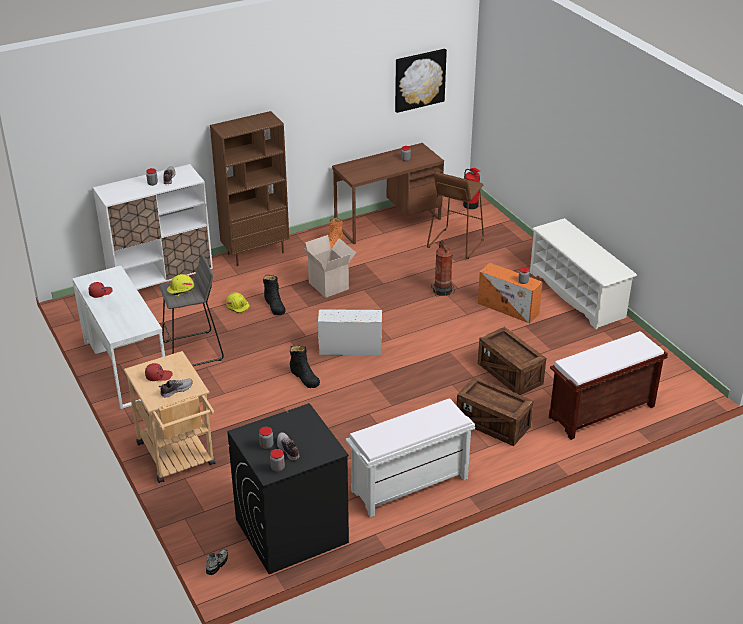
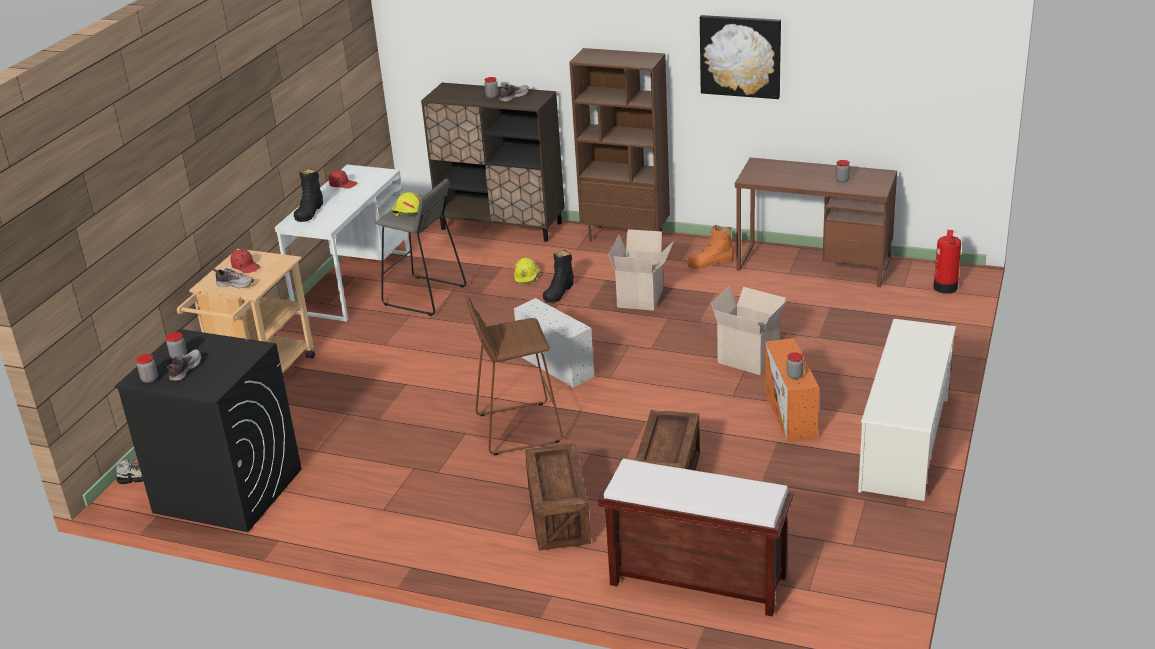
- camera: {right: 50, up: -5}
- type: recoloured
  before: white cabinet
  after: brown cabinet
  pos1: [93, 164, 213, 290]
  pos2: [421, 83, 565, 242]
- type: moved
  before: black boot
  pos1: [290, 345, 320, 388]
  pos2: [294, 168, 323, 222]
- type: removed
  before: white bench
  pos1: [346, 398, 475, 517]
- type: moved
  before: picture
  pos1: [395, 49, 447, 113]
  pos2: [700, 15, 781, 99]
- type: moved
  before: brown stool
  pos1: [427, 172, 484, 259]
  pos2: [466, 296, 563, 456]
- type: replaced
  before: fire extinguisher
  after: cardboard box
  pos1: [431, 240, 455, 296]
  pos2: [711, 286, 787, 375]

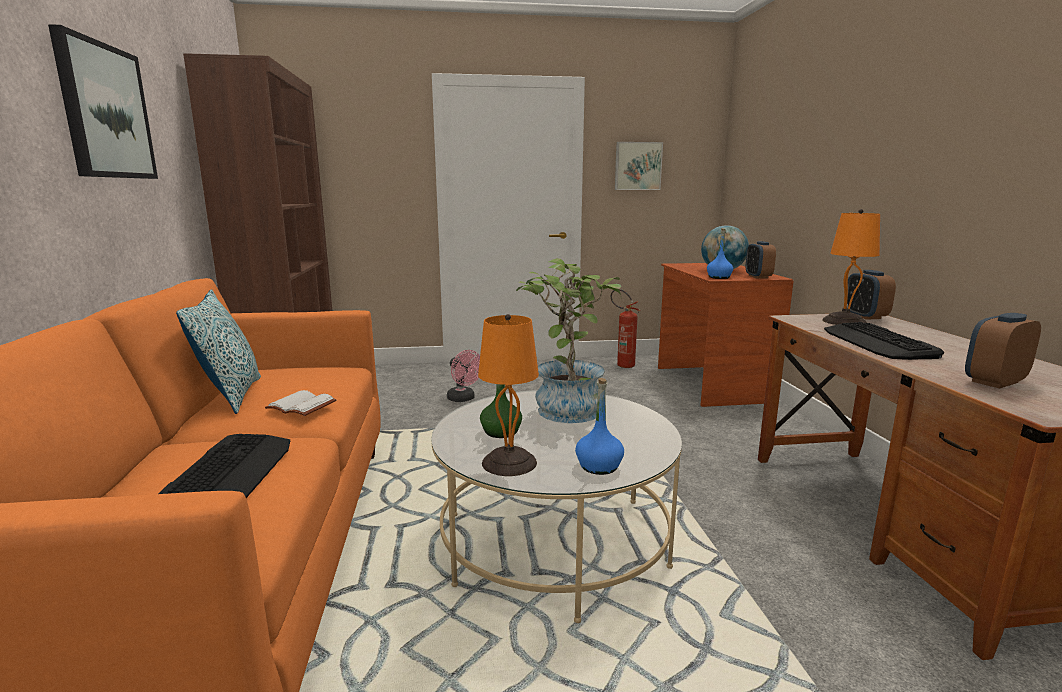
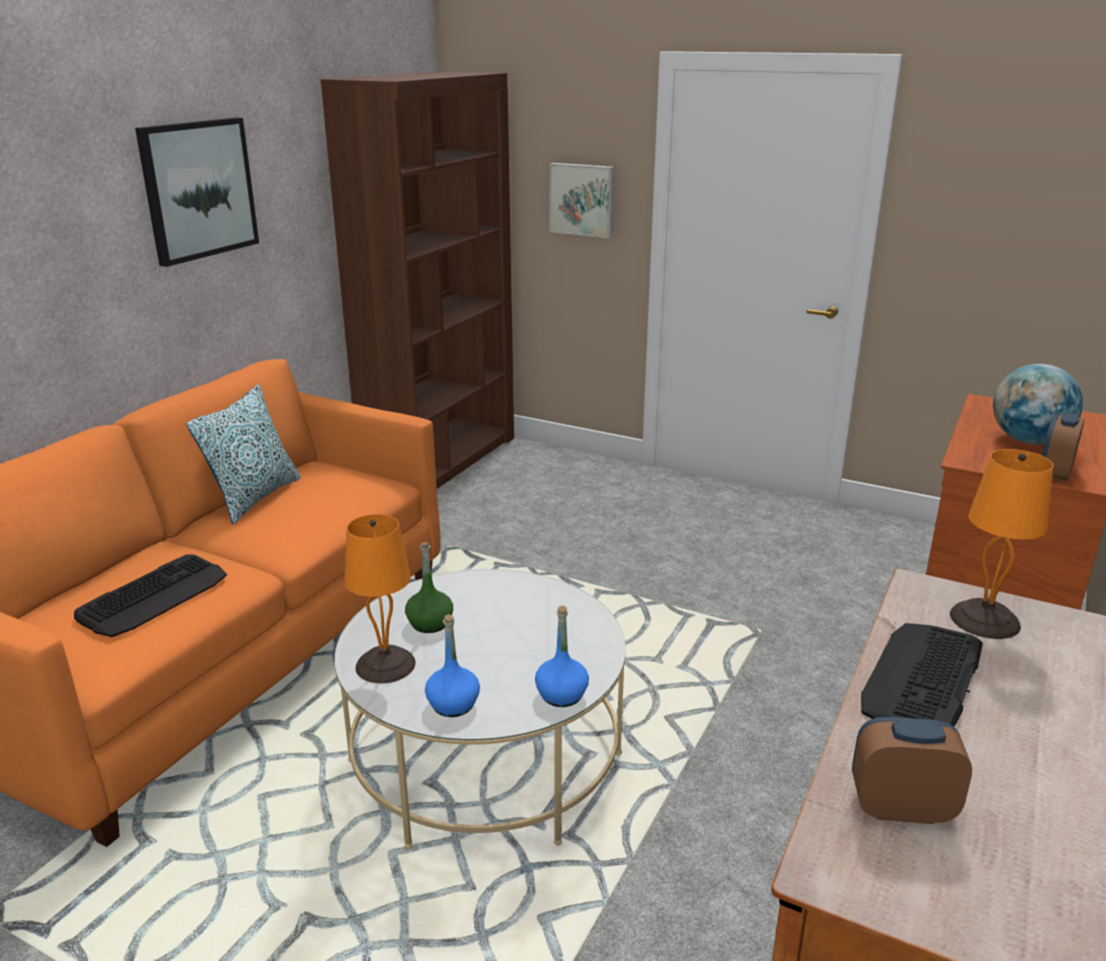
- camera: {right: 35, up: 10}
- type: removed
  before: white book
  pos1: [265, 390, 337, 416]
- type: removed
  before: pink fan
  pos1: [447, 350, 480, 402]
- type: removed
  before: potted plant
  pos1: [516, 258, 622, 423]
- type: removed
  before: fire extinguisher
  pos1: [611, 289, 640, 368]
- type: moved
  before: picture
  pos1: [615, 142, 663, 190]
  pos2: [549, 163, 615, 238]
- type: moved
  before: blue bottle
  pos1: [707, 228, 733, 279]
  pos2: [535, 606, 589, 707]
- type: removed
  before: alarm clock
  pos1: [847, 270, 896, 320]

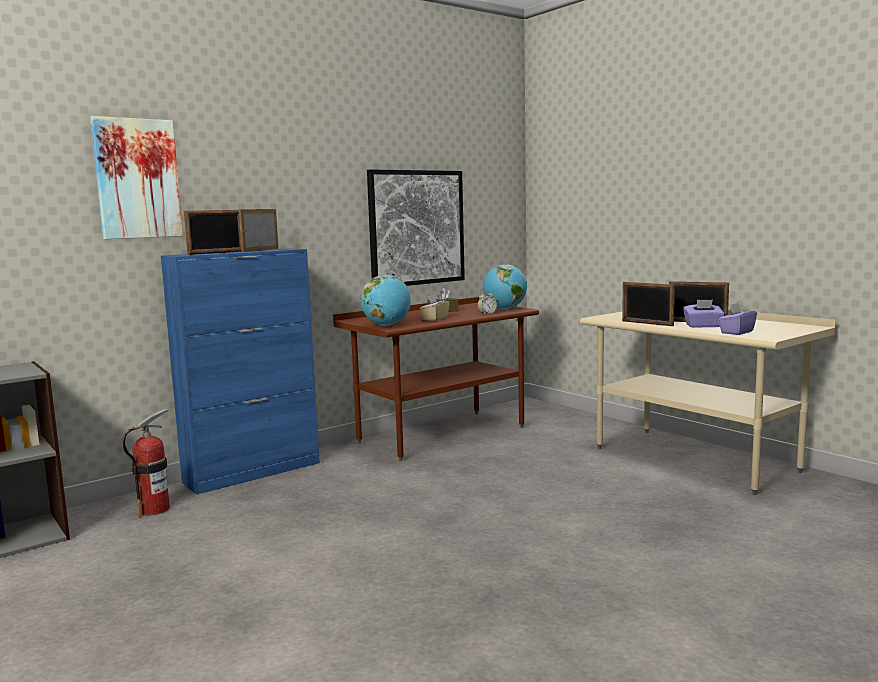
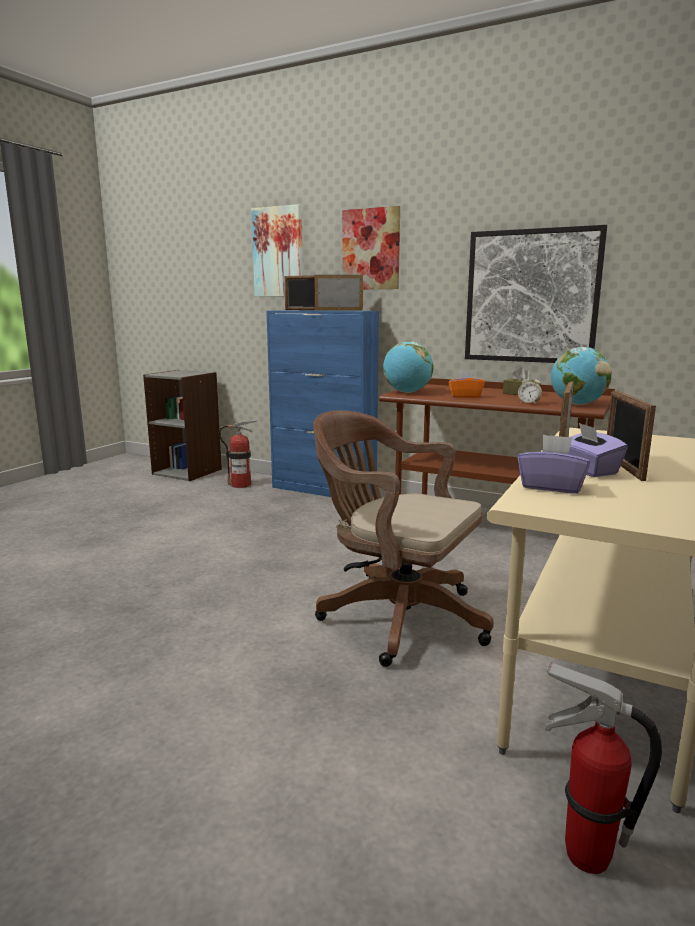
- camera: {right: 65, up: 5}
- type: recoloured
  before: beige tissue box
  after: orange tissue box
  pos1: [419, 294, 449, 321]
  pos2: [449, 370, 485, 398]
- type: added
  after: brown office chair
  pos2: [313, 410, 494, 667]
- type: added
  after: picture
  pos2: [342, 206, 400, 289]
- type: added
  after: fire extinguisher
  pos2: [545, 662, 662, 874]

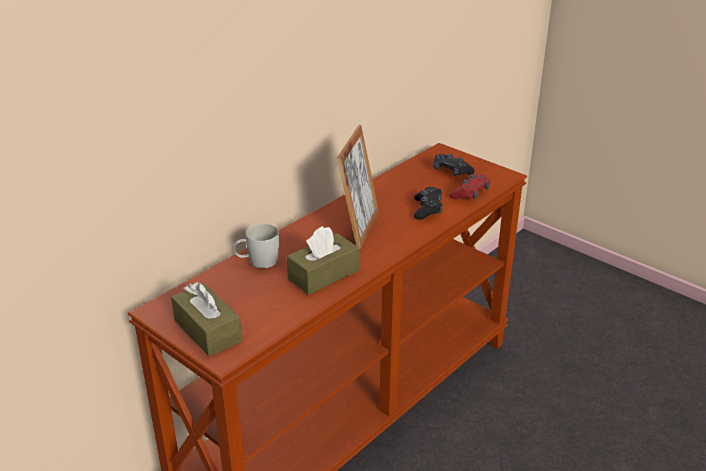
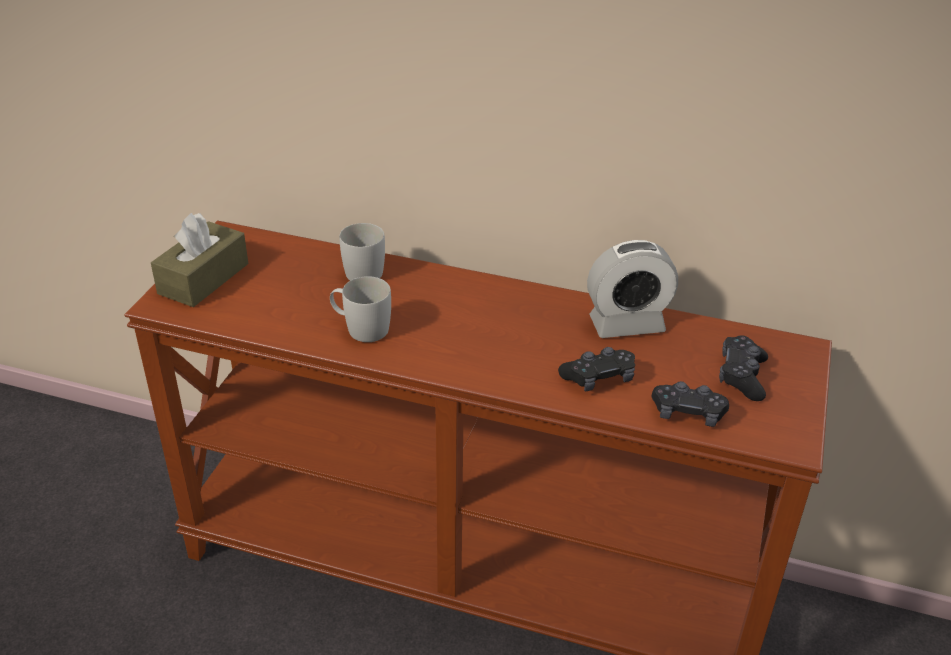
- camera: {right: 65, up: 5}
- type: replaced
  before: brown tissue box
  after: white mug
  pos1: [287, 226, 359, 295]
  pos2: [330, 276, 391, 342]
- type: removed
  before: picture frame
  pos1: [337, 125, 379, 250]
- type: recoloured
  before: red game controller
  after: black game controller
  pos1: [450, 174, 490, 200]
  pos2: [652, 381, 729, 427]
- type: added
  after: alarm clock
  pos2: [587, 240, 678, 338]

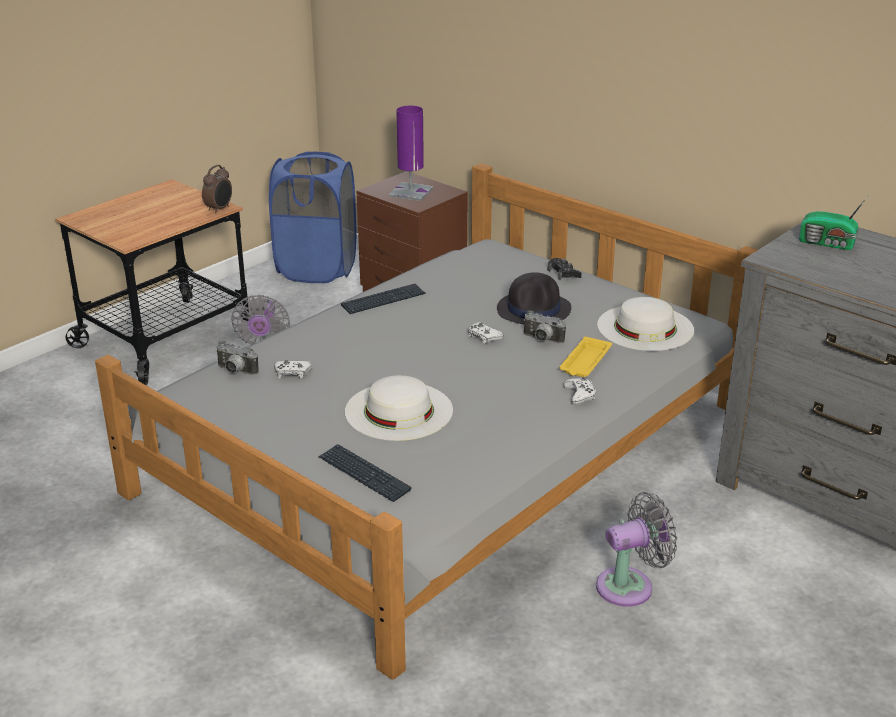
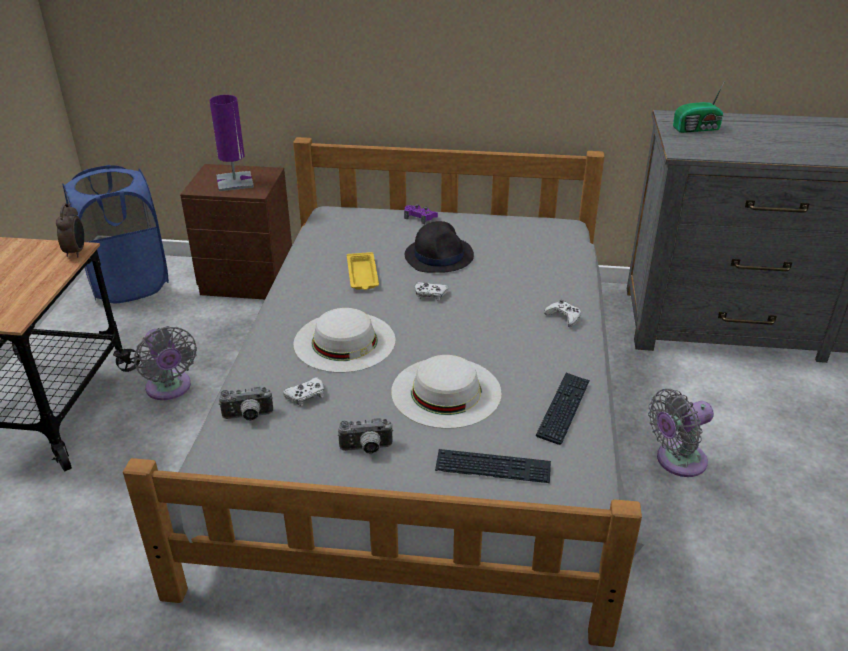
- camera: {right: -35, up: 5}
- type: moved
  before: keyboard
  pos1: [341, 284, 425, 314]
  pos2: [536, 373, 590, 445]
- type: moved
  before: photo camera
  pos1: [523, 310, 566, 344]
  pos2: [338, 418, 393, 454]
- type: recoloured
  before: black game controller
  after: purple game controller
  pos1: [548, 258, 581, 280]
  pos2: [404, 204, 438, 224]
- type: moved
  before: yellow tray
  pos1: [559, 337, 612, 377]
  pos2: [347, 252, 379, 290]
- type: turned
  before: grey fan
  pos1: [596, 492, 677, 607]
  pos2: [648, 389, 714, 477]
  turn: -150
- type: moved
  before: white hat
  pos1: [597, 297, 694, 351]
  pos2: [294, 308, 396, 373]

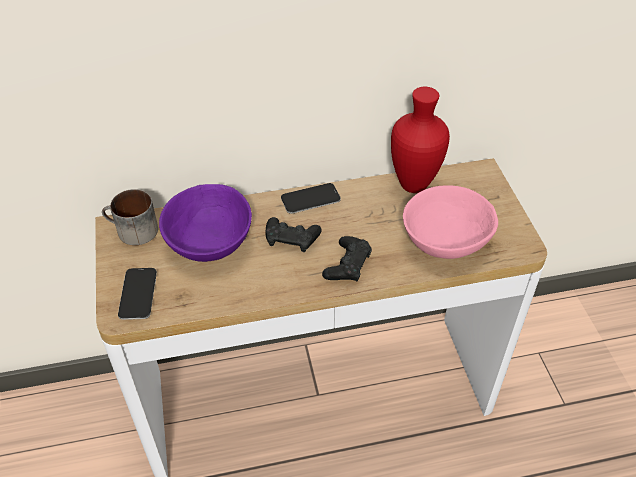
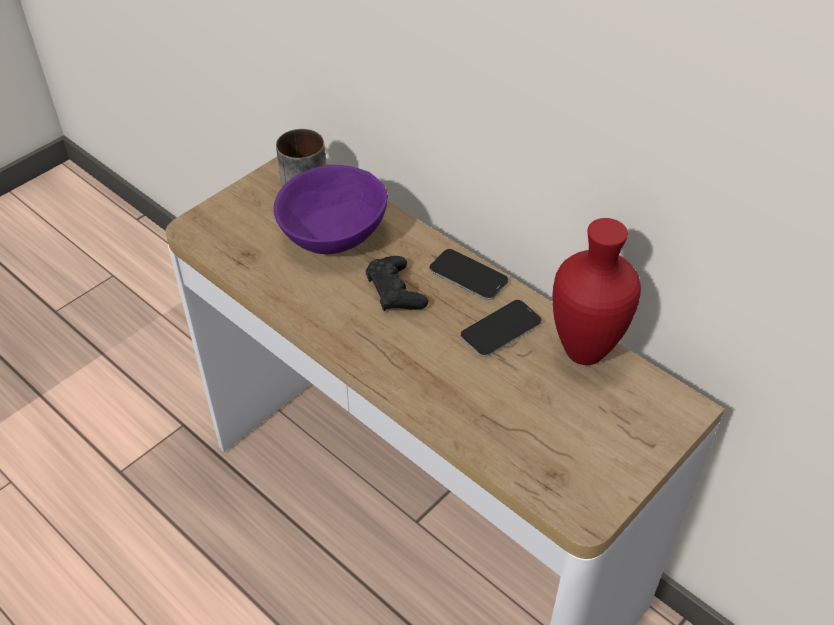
- camera: {right: 55, up: 0}
- type: moved
  before: phone
  pos1: [118, 268, 157, 320]
  pos2: [460, 300, 542, 357]
- type: removed
  before: black game controller
  pos1: [322, 236, 372, 282]
- type: removed
  before: pink bowl
  pos1: [403, 185, 498, 259]

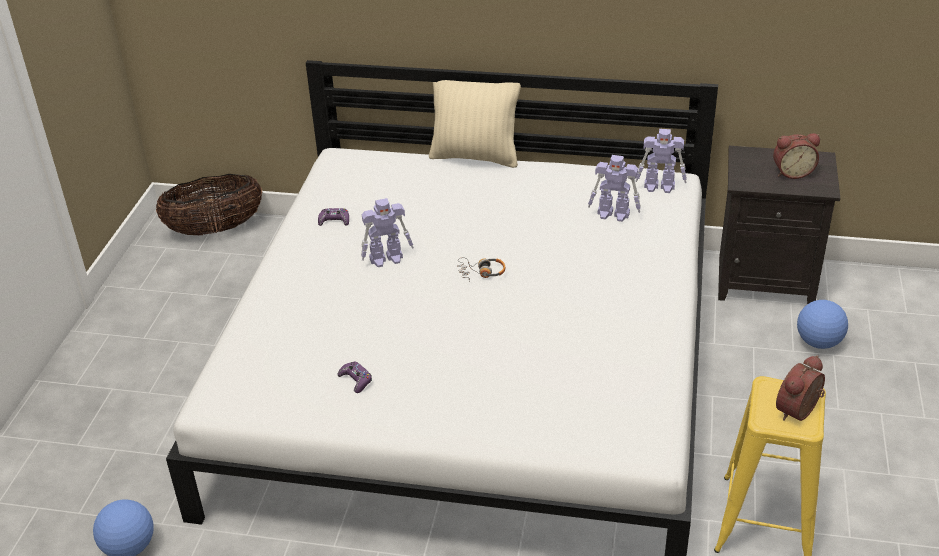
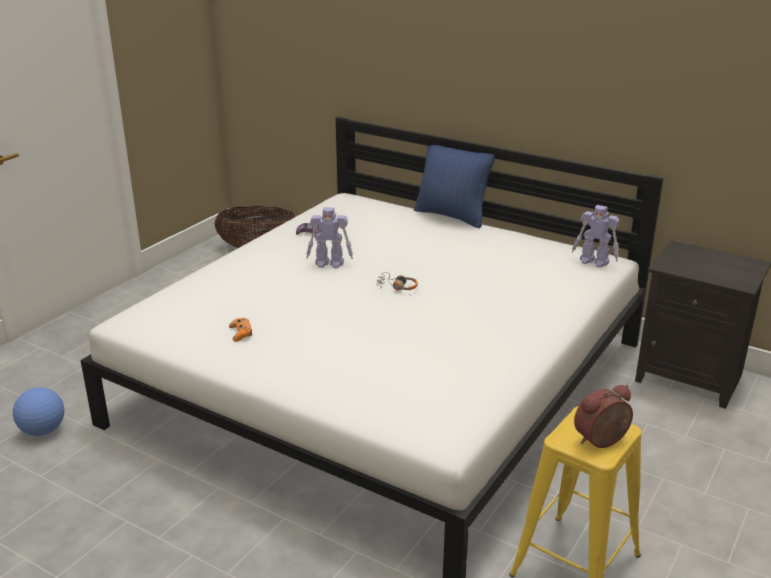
- camera: {right: 20, up: -10}
- type: recoloured
  before: purple game controller
  after: orange game controller
  pos1: [338, 362, 372, 393]
  pos2: [229, 318, 252, 342]
- type: recoloured
  before: beige pillow
  after: blue pillow
  pos1: [429, 80, 521, 168]
  pos2: [414, 145, 495, 228]
- type: removed
  before: toy robot
  pos1: [588, 155, 641, 222]
- type: removed
  before: alarm clock
  pos1: [773, 133, 820, 179]
- type: removed
  before: football
  pos1: [797, 300, 848, 349]

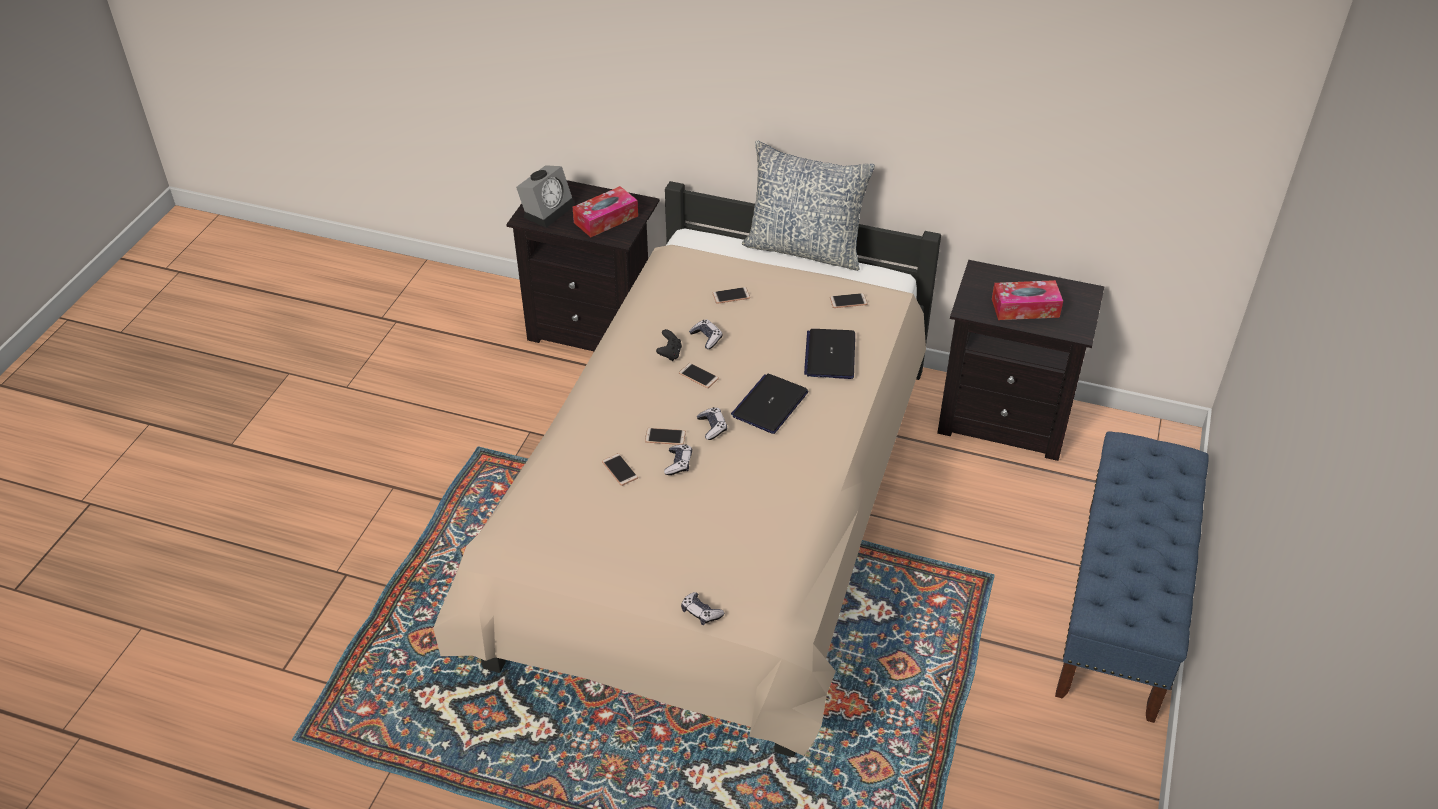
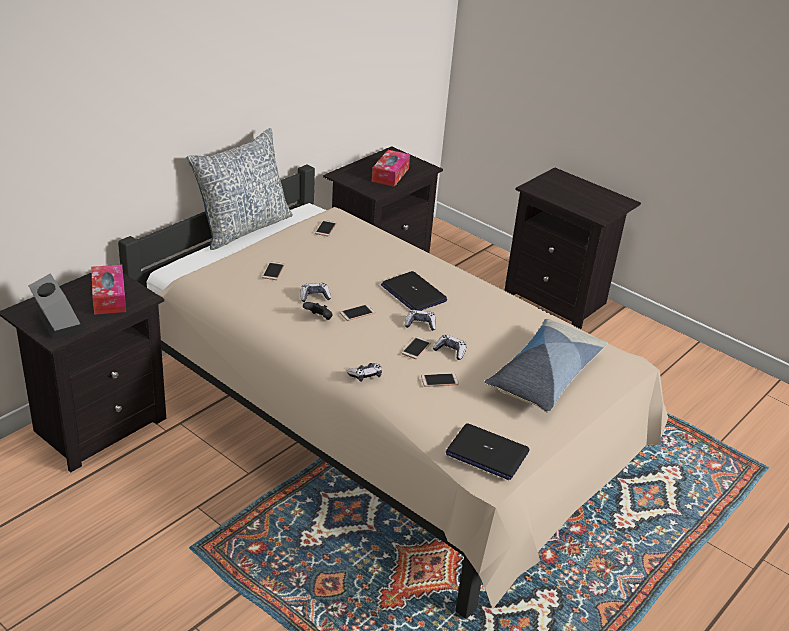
- camera: {right: -70, up: -10}
- type: moved
  before: game controller
  pos1: [681, 592, 724, 625]
  pos2: [347, 363, 382, 382]
- type: moved
  before: laptop
  pos1: [804, 329, 855, 379]
  pos2: [446, 423, 530, 480]
- type: replaced
  before: blue bench
  after: black nightstand
  pos1: [1055, 431, 1209, 723]
  pos2: [504, 167, 641, 329]
- type: added
  after: pillow
  pos2: [484, 319, 608, 412]

